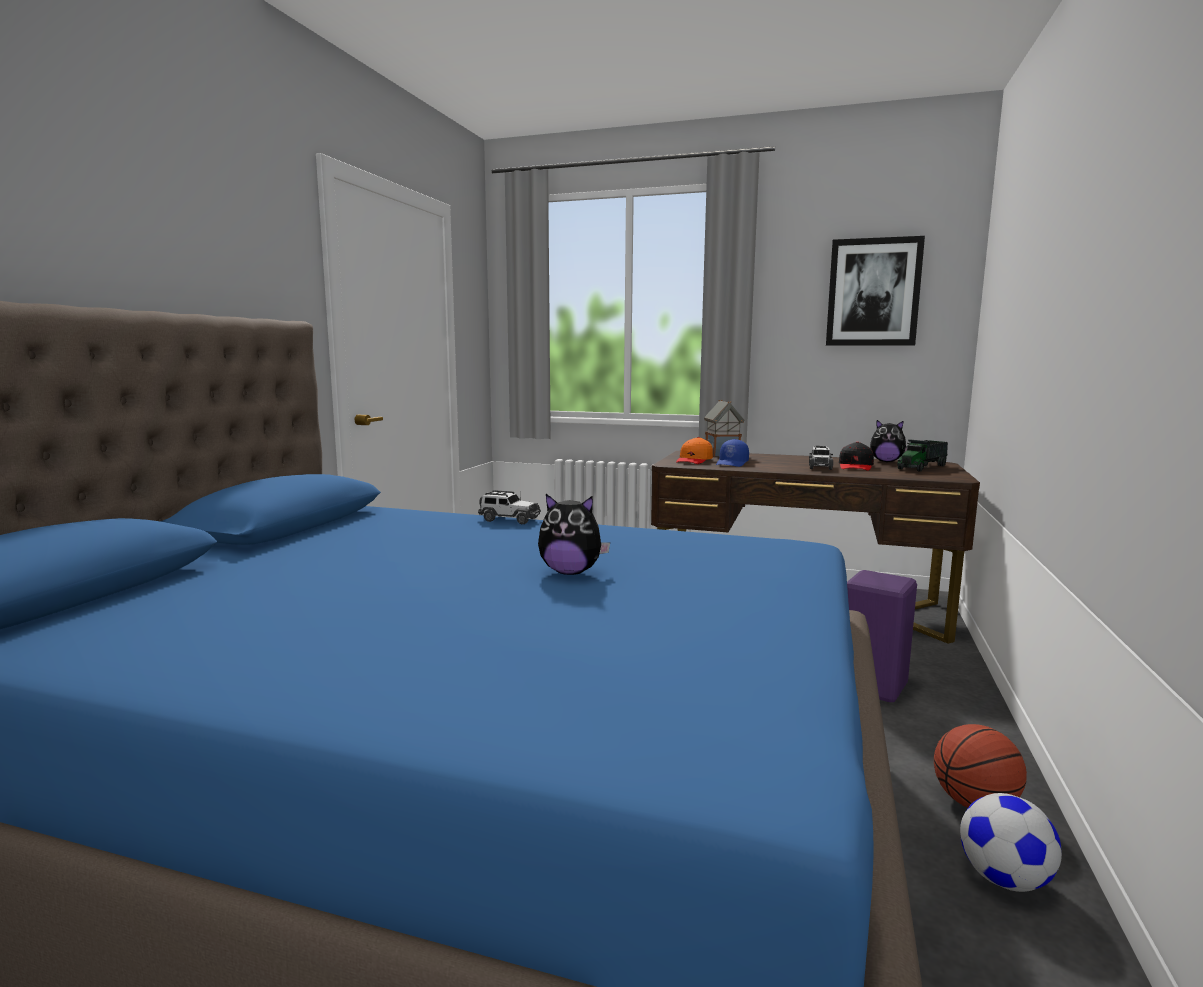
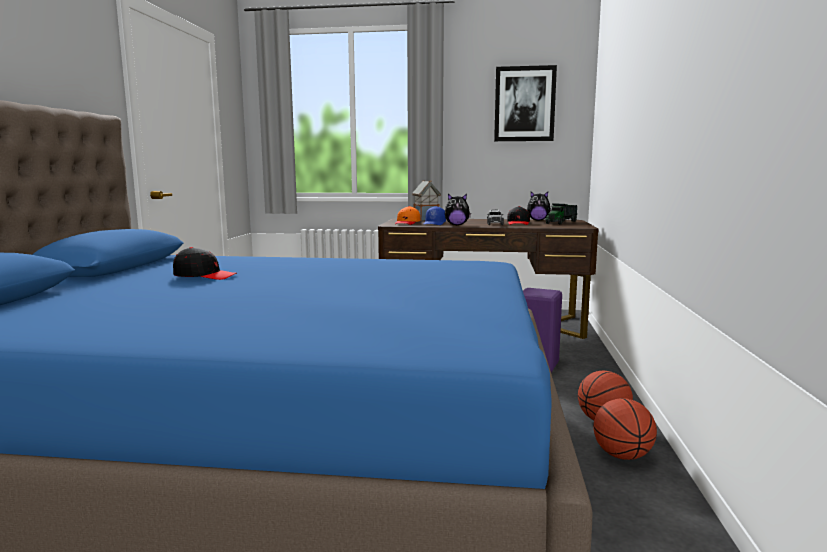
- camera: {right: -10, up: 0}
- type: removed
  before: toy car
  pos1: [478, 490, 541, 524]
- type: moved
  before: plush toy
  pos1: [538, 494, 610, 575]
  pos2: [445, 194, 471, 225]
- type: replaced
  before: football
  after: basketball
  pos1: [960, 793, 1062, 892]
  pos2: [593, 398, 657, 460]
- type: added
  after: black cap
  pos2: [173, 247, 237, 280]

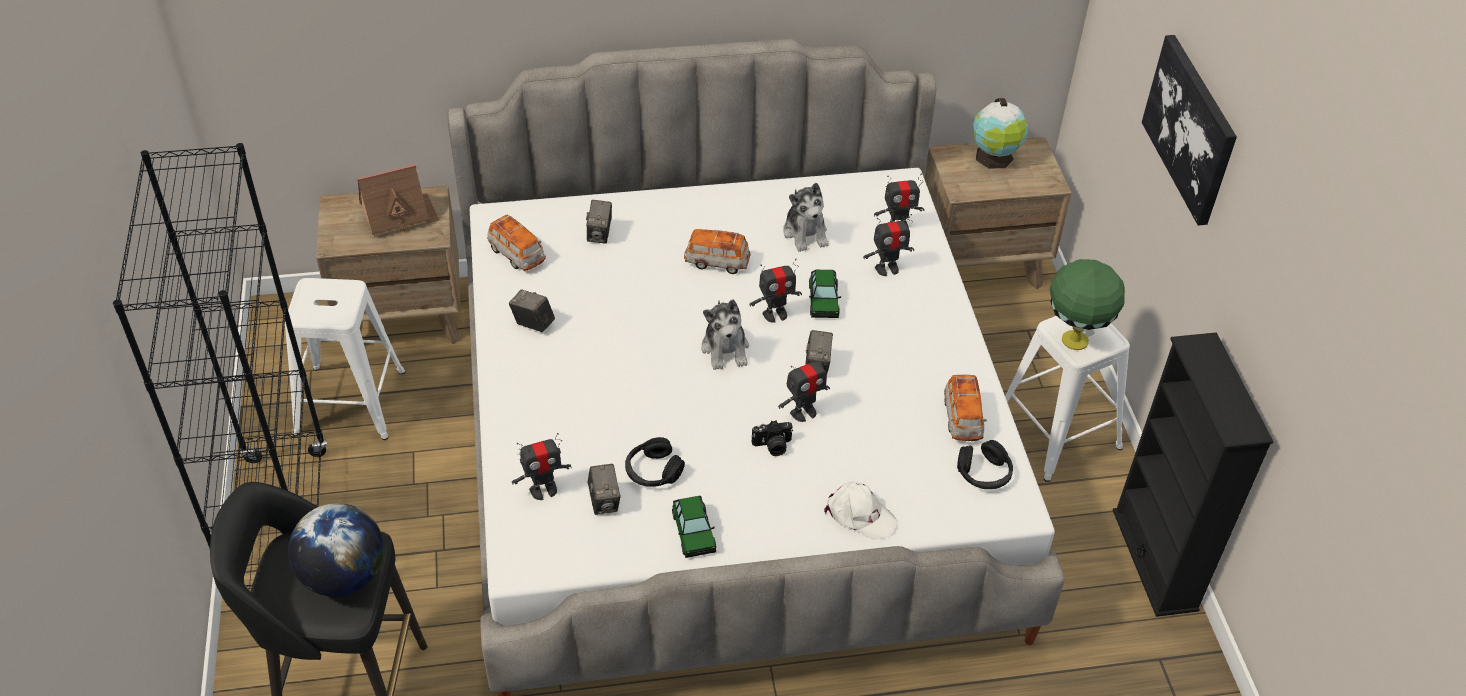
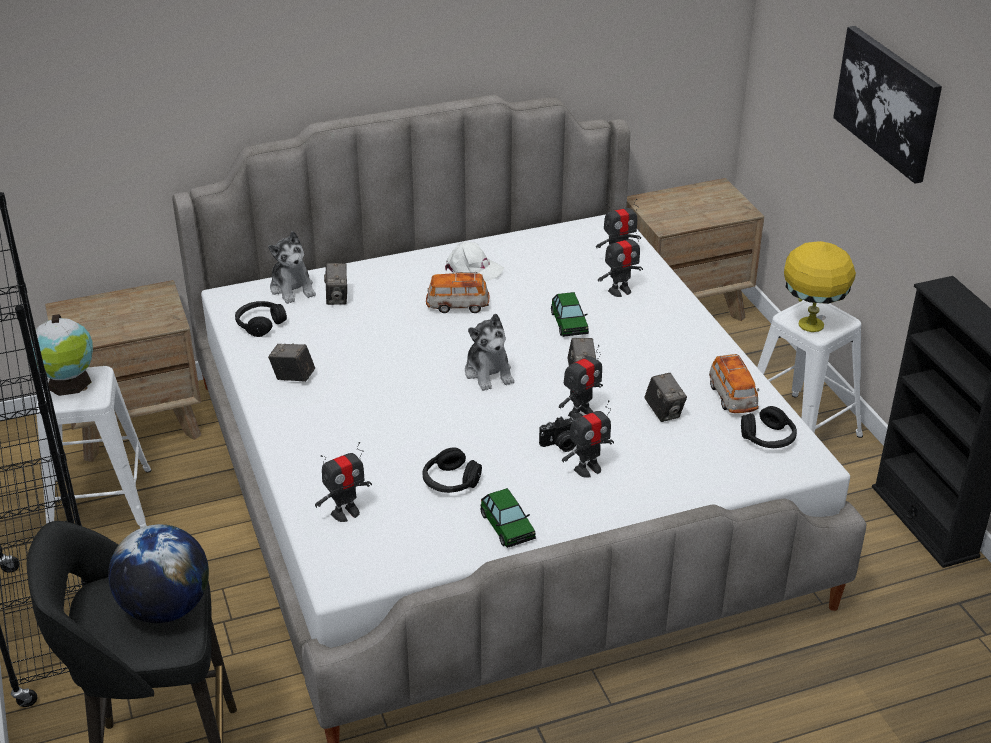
- camera: {right: -10, up: -10}
- type: removed
  before: toy house
  pos1: [357, 164, 439, 237]
- type: replaced
  before: toy car
  after: black headphones
  pos1: [487, 215, 546, 271]
  pos2: [235, 301, 287, 337]
- type: moved
  before: photo camera
  pos1: [588, 464, 620, 515]
  pos2: [644, 373, 687, 422]
- type: moved
  before: toy robot
  pos1: [750, 259, 802, 323]
  pos2: [562, 400, 614, 478]
- type: moved
  before: plush toy
  pos1: [783, 183, 829, 252]
  pos2: [268, 231, 316, 304]
- type: moved
  before: white cap
  pos1: [824, 482, 898, 540]
  pos2: [445, 241, 504, 281]
- type: moved
  before: globe
  pos1: [973, 98, 1028, 168]
  pos2: [31, 314, 93, 396]
- type: recoloured
  before: green table lamp
  after: yellow table lamp
  pos1: [1050, 259, 1125, 350]
  pos2: [784, 241, 856, 332]

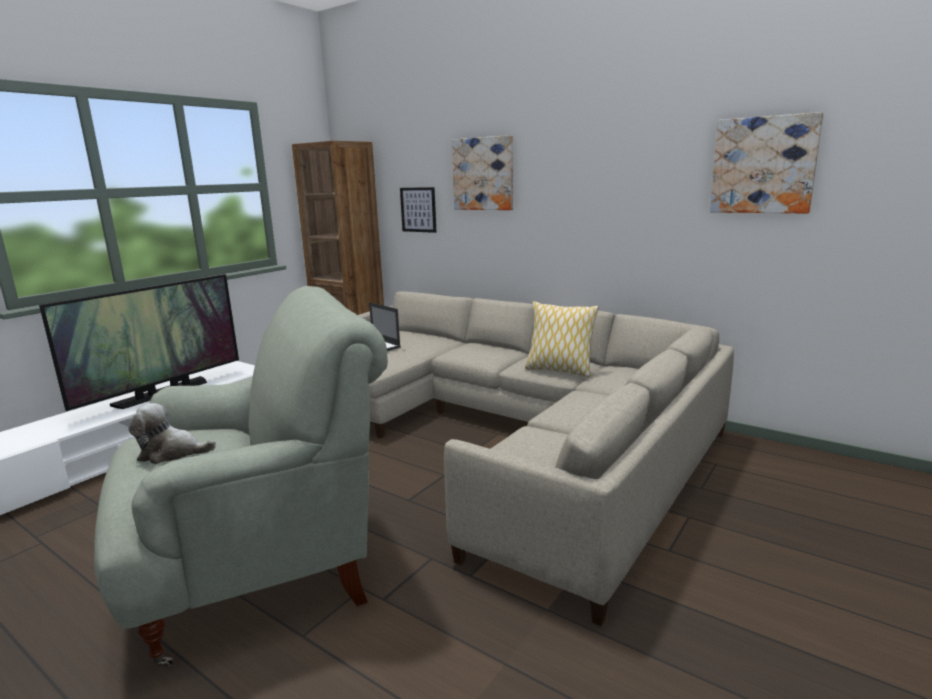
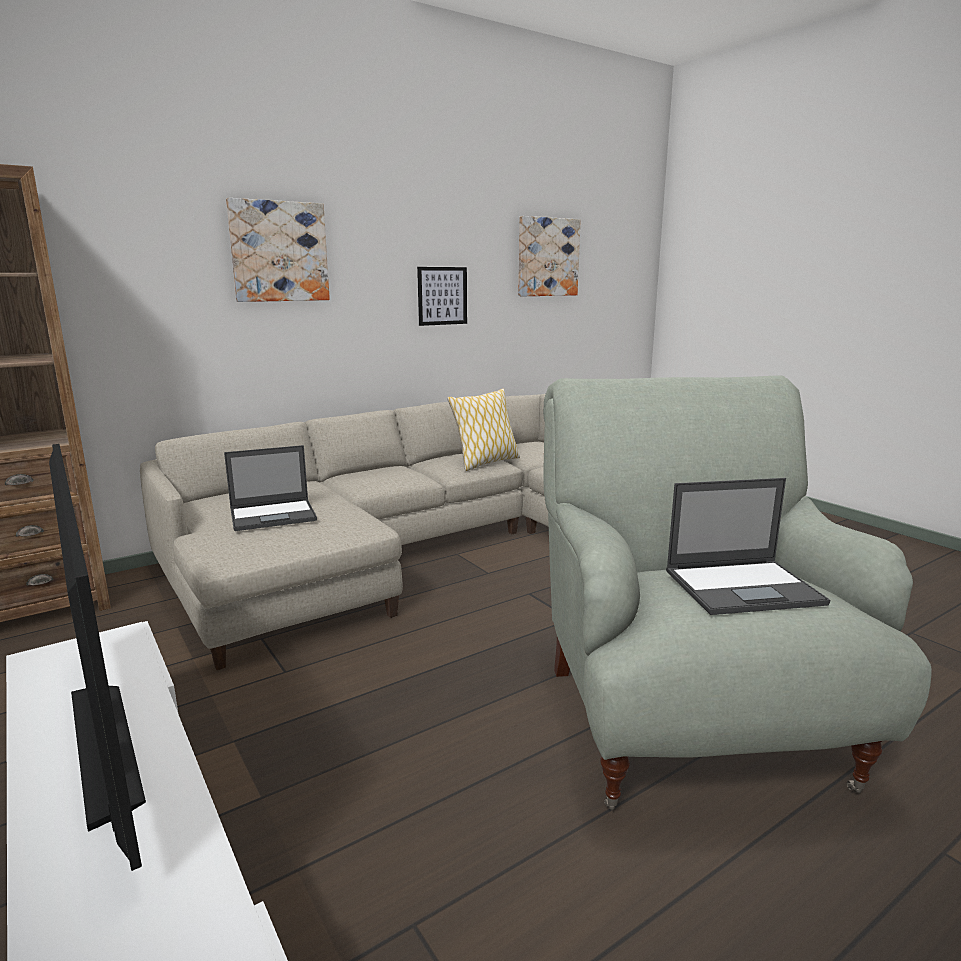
- camera: {right: -70, up: 0}
- type: replaced
  before: plush toy
  after: laptop
  pos1: [129, 403, 216, 464]
  pos2: [666, 478, 830, 615]
- type: moved
  before: picture
  pos1: [400, 187, 436, 233]
  pos2: [417, 267, 467, 326]

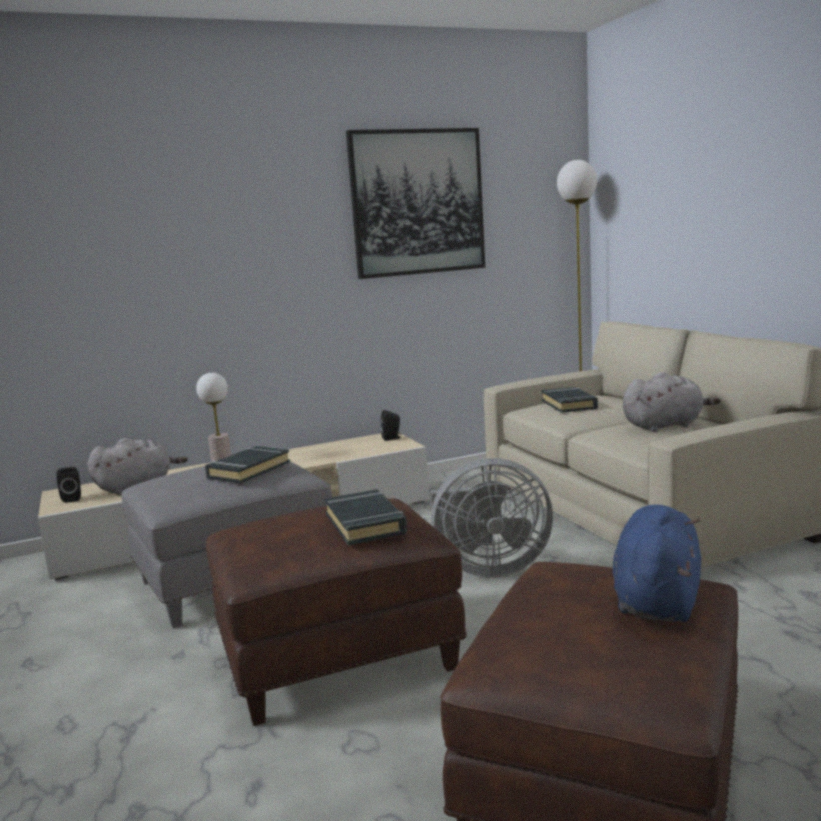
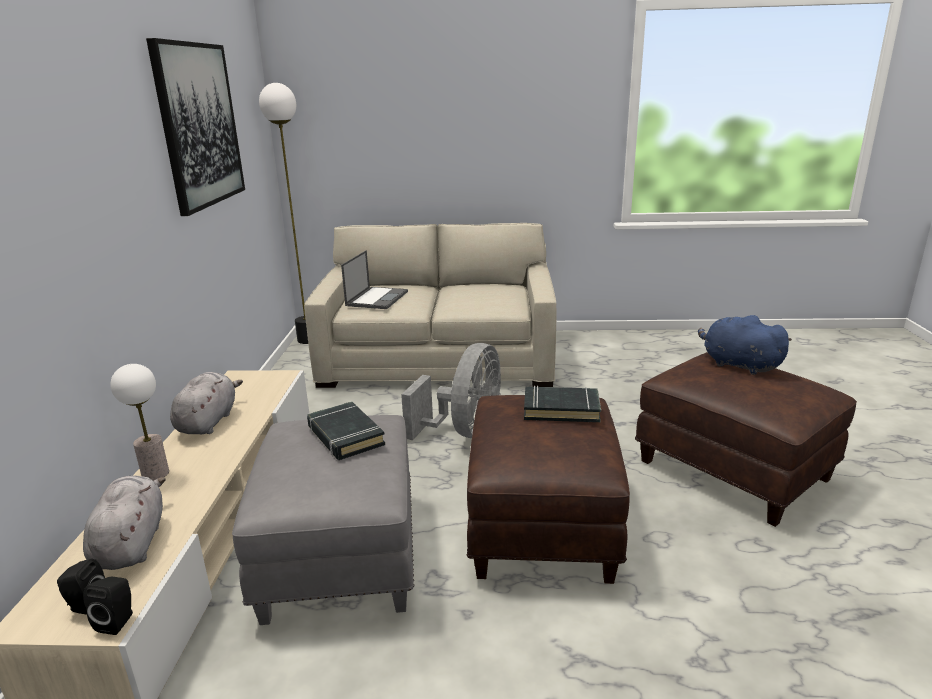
- camera: {right: -65, up: 10}
- type: moved
  before: black speaker
  pos1: [380, 410, 402, 441]
  pos2: [83, 577, 133, 635]
- type: replaced
  before: black book
  after: laptop
  pos1: [541, 387, 598, 413]
  pos2: [341, 250, 408, 309]
- type: moved
  before: grey plush toy
  pos1: [623, 372, 721, 432]
  pos2: [170, 372, 243, 435]

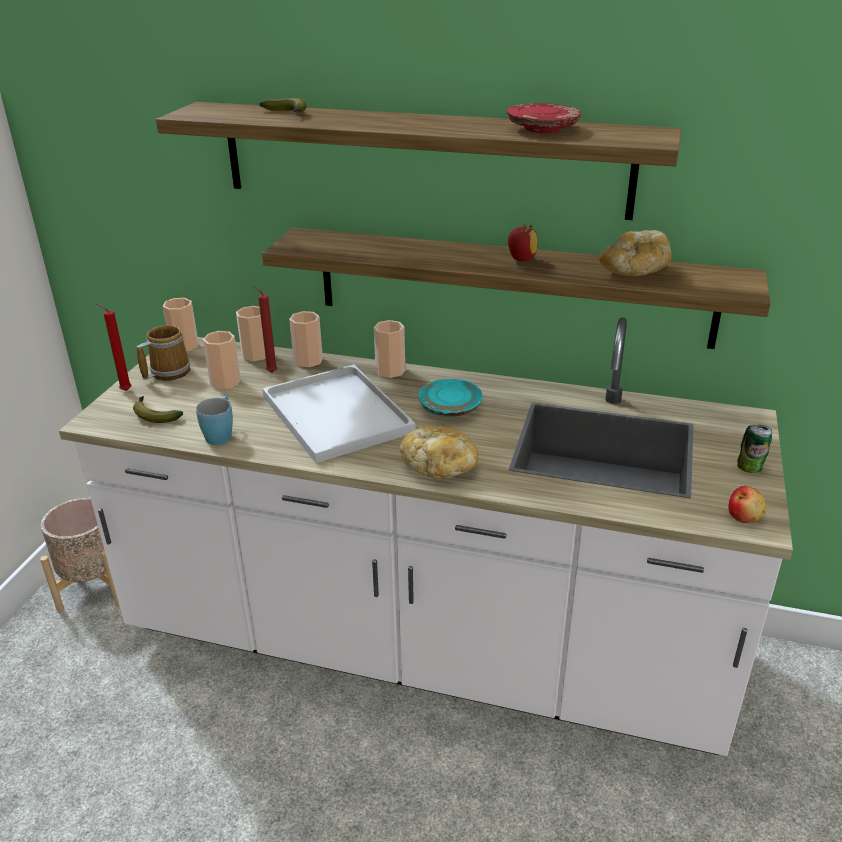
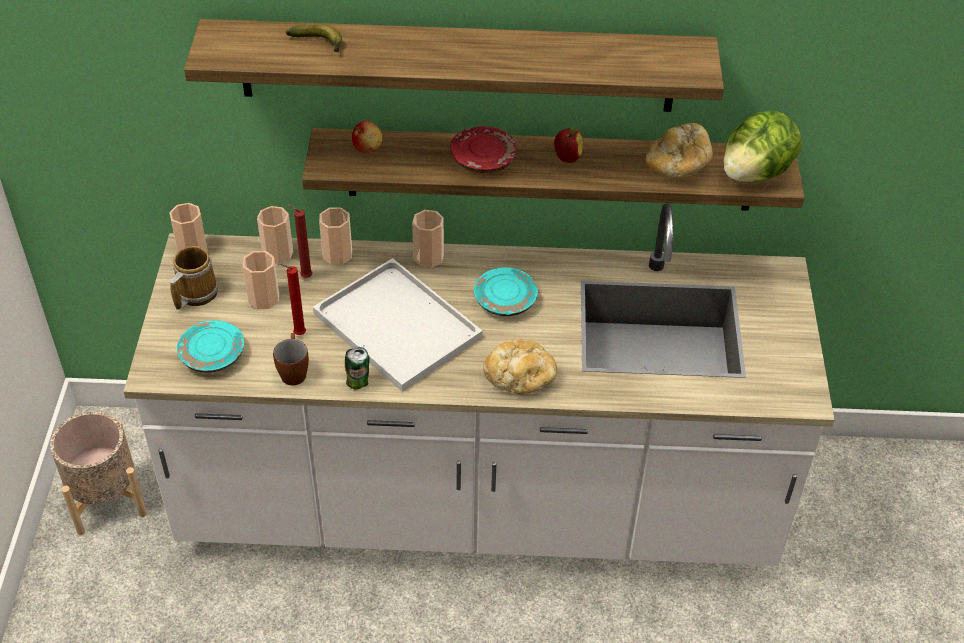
- camera: {right: -15, up: 15}
- type: moved
  before: red candle
  pos1: [96, 304, 131, 391]
  pos2: [280, 264, 306, 335]
- type: replaced
  before: banana
  after: turquoise plate
  pos1: [133, 396, 183, 423]
  pos2: [177, 320, 244, 373]
- type: recoloured
  before: blue mug
  after: brown mug
  pos1: [196, 396, 233, 445]
  pos2: [273, 333, 309, 385]
- type: moved
  before: red plate
  pos1: [507, 103, 581, 133]
  pos2: [450, 126, 517, 173]
- type: moved
  before: apple
  pos1: [728, 486, 766, 523]
  pos2: [352, 121, 382, 153]
- type: moved
  before: can
  pos1: [737, 425, 772, 473]
  pos2: [345, 347, 370, 389]
- type: added
  after: lettuce
  pos2: [723, 111, 802, 182]

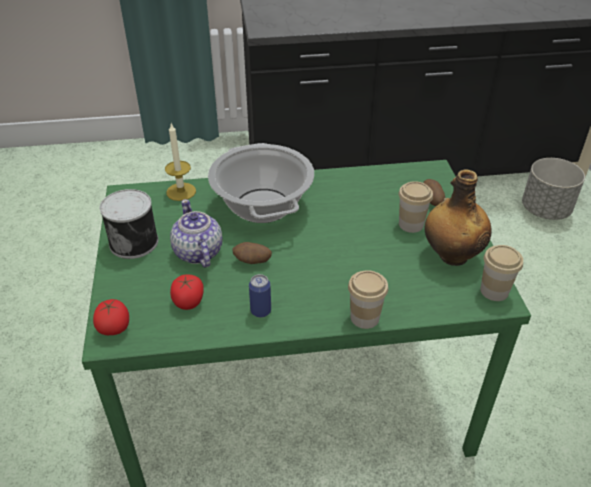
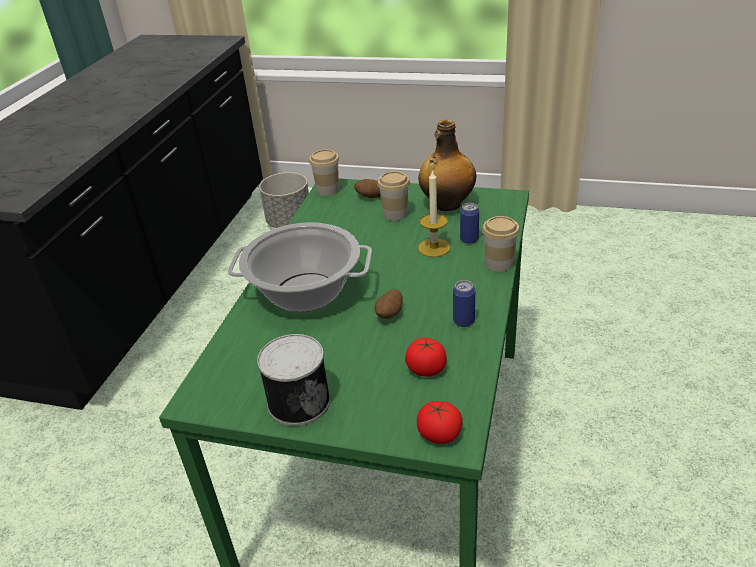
- camera: {right: -65, up: -5}
- type: moved
  before: candle
  pos1: [165, 124, 196, 201]
  pos2: [418, 169, 451, 257]
- type: removed
  before: teapot
  pos1: [170, 199, 222, 268]
- type: moved
  before: cup
  pos1: [480, 245, 523, 301]
  pos2: [309, 149, 339, 196]
- type: added
  after: can
  pos2: [460, 203, 479, 244]

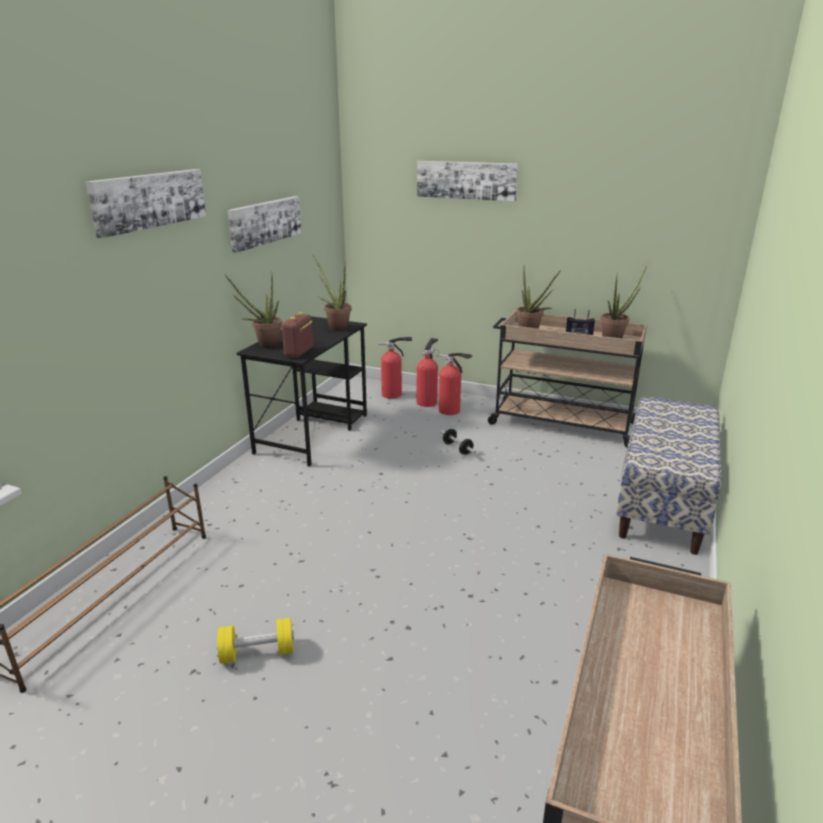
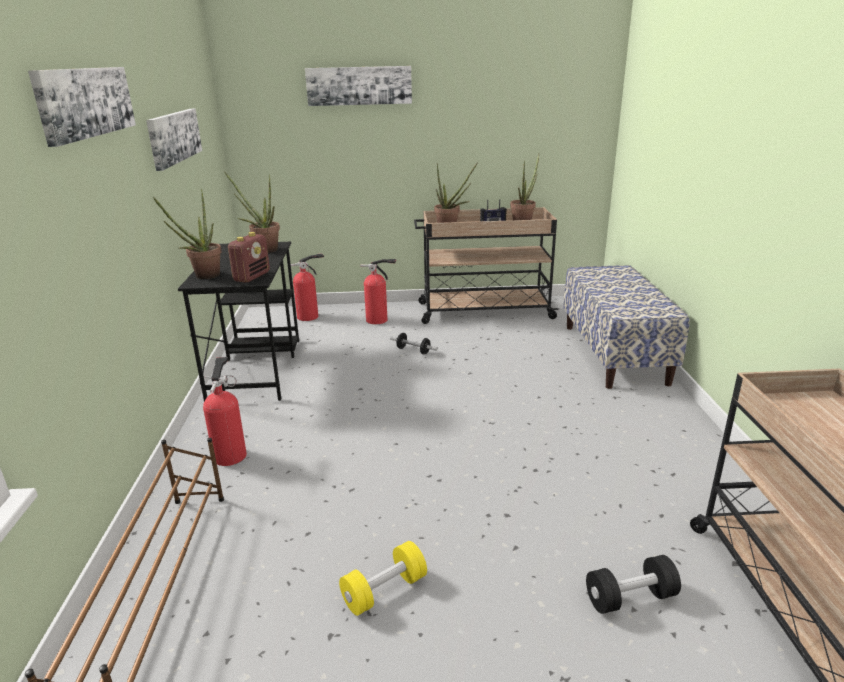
- camera: {right: -25, up: 0}
- type: turned
  before: radio
  pos1: [282, 312, 314, 358]
  pos2: [228, 232, 270, 282]
  turn: -150
- type: moved
  before: fire extinguisher
  pos1: [417, 338, 439, 407]
  pos2: [203, 357, 247, 466]
- type: added
  after: black dumbbell
  pos2: [586, 555, 681, 614]

